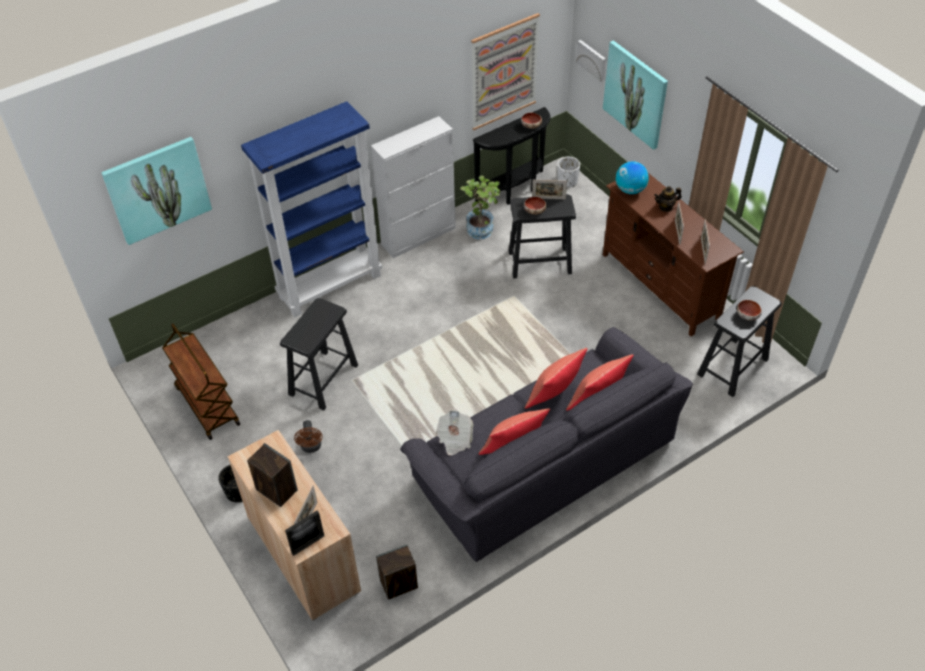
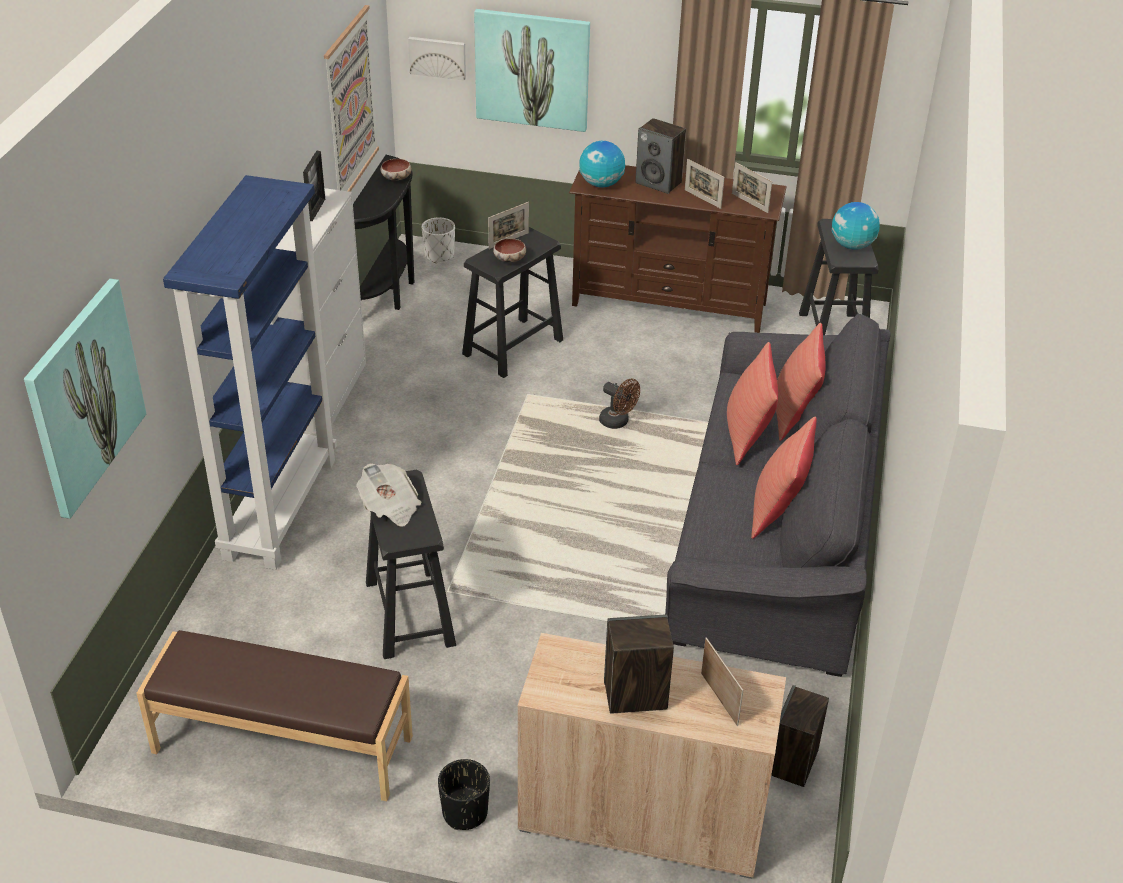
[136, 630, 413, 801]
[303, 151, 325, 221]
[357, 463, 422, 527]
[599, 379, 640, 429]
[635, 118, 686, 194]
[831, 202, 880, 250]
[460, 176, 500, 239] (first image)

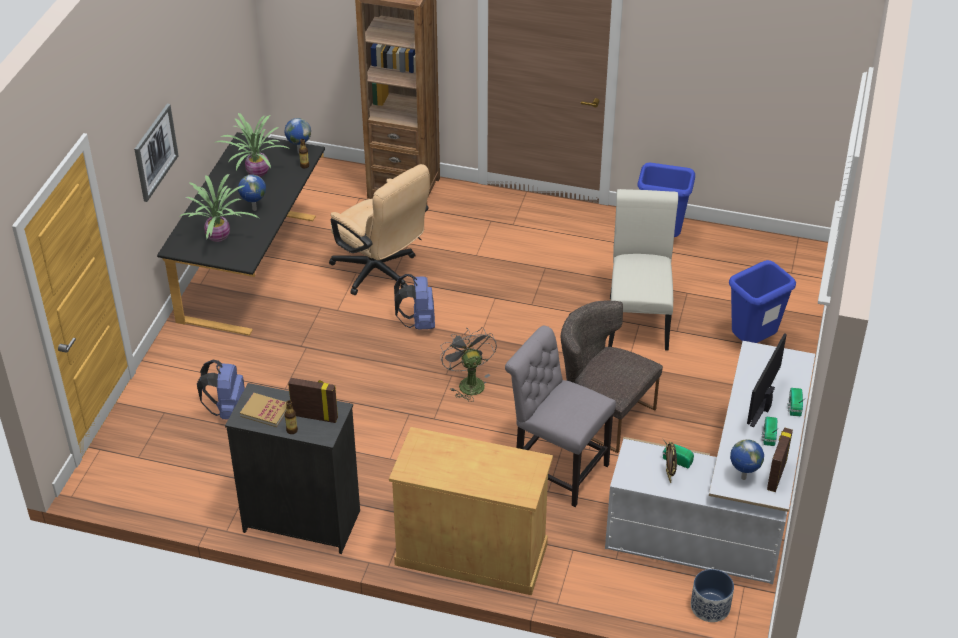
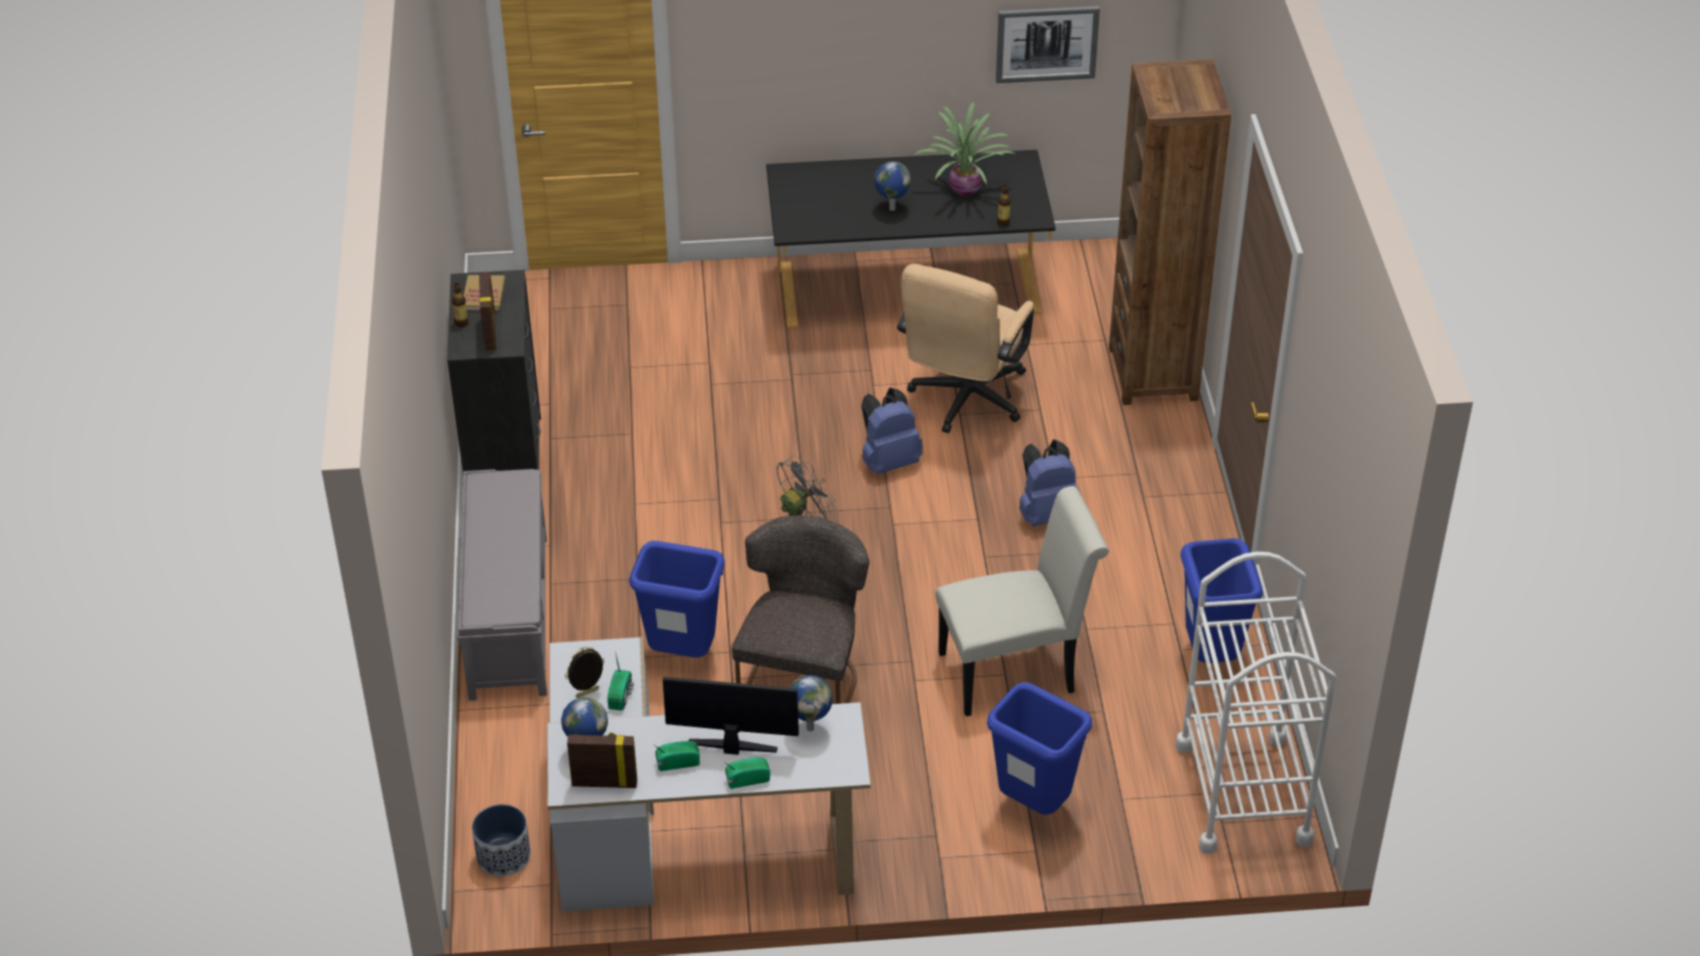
[457, 469, 547, 701]
[629, 541, 725, 658]
[789, 675, 833, 731]
[996, 6, 1100, 83]
[1019, 439, 1081, 526]
[1175, 552, 1336, 854]
[179, 174, 259, 242] (first image)

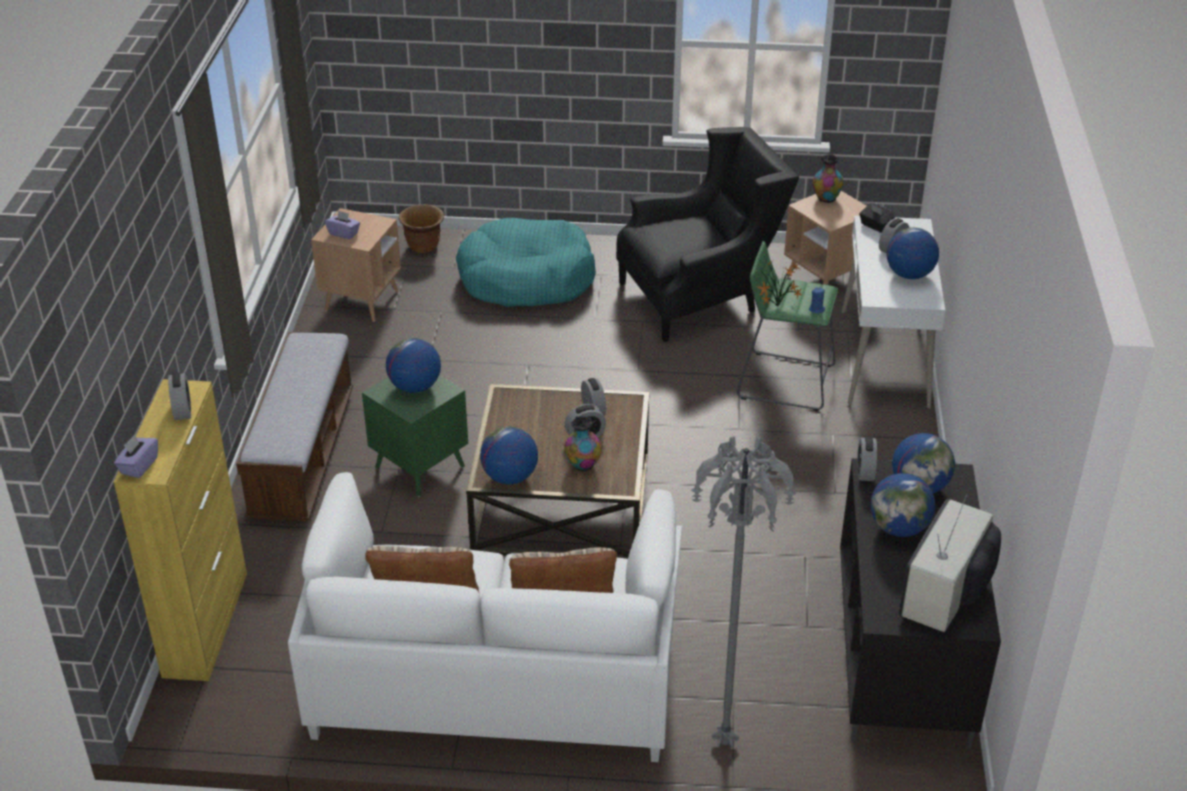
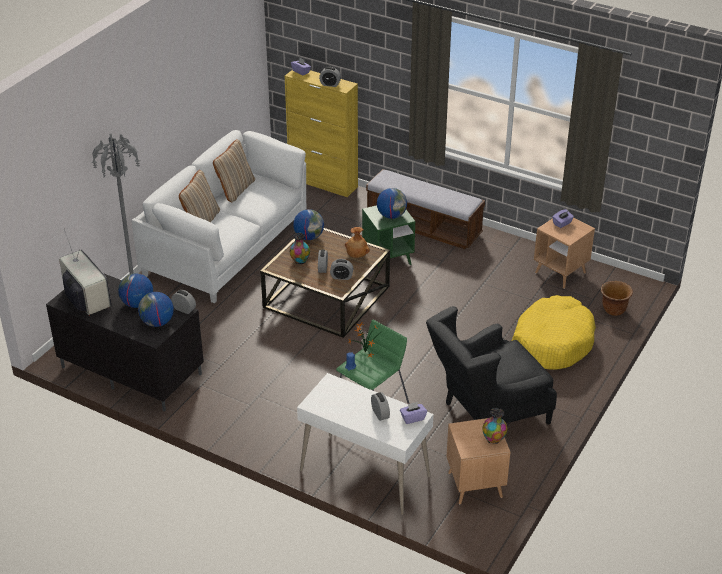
[345, 227, 370, 258]
[400, 402, 427, 424]
[426, 306, 557, 425]
[512, 295, 596, 370]
[887, 227, 939, 279] (first image)

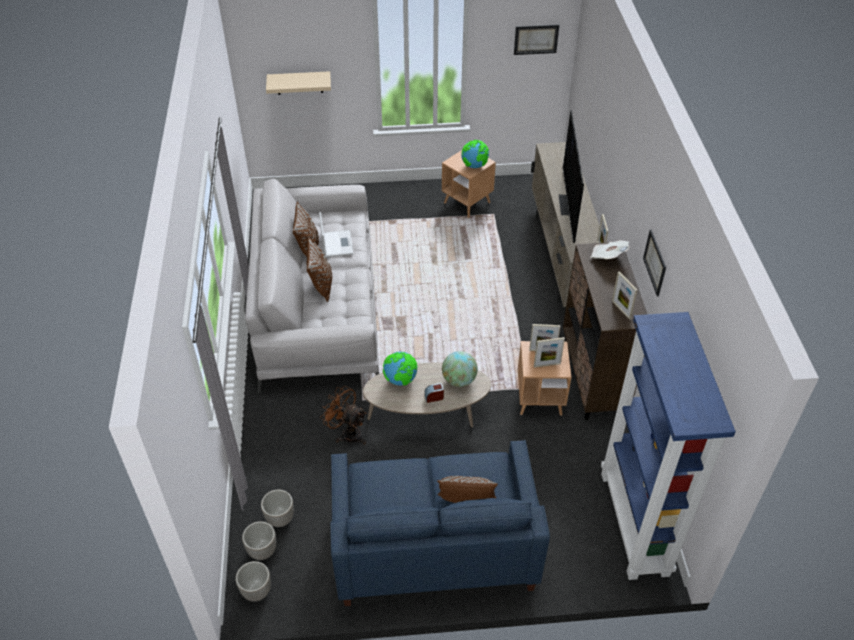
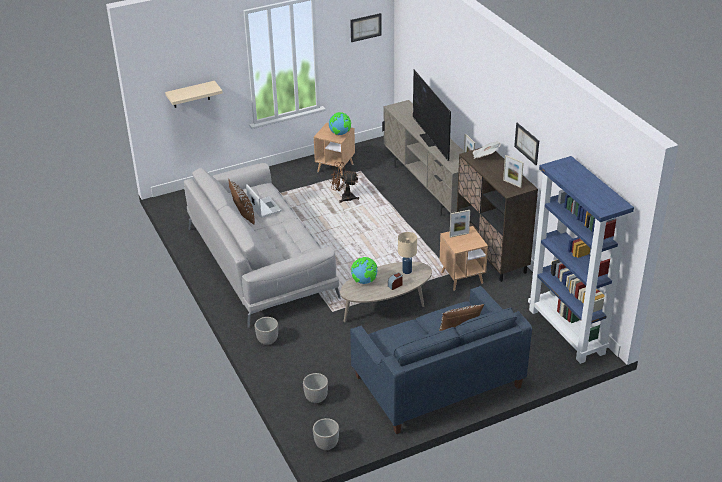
[255, 317, 278, 345]
[330, 162, 359, 203]
[398, 232, 417, 274]
[307, 237, 332, 302] (first image)
[534, 337, 565, 368] (first image)

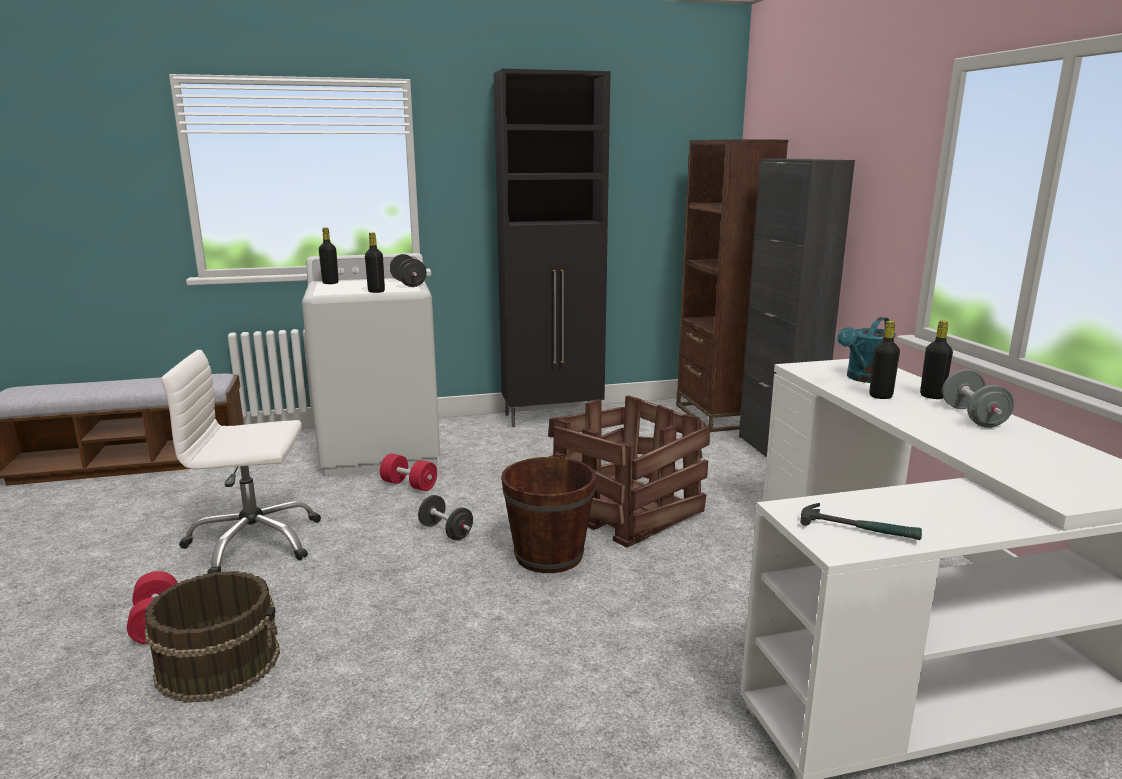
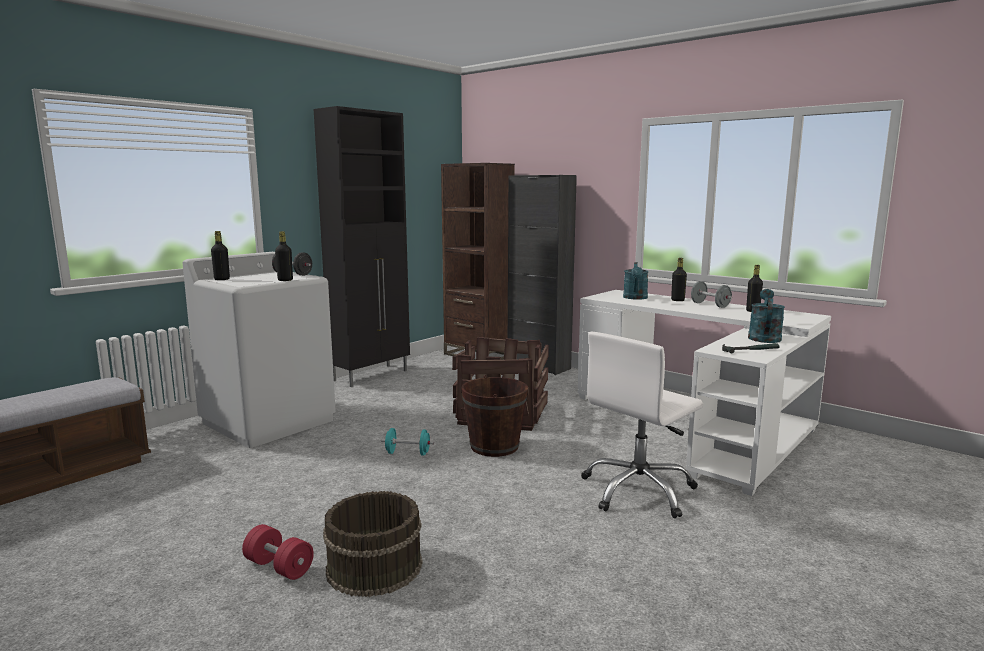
[381, 428, 434, 455]
[581, 332, 703, 518]
[746, 265, 763, 312]
[748, 289, 785, 343]
[380, 454, 437, 491] (first image)

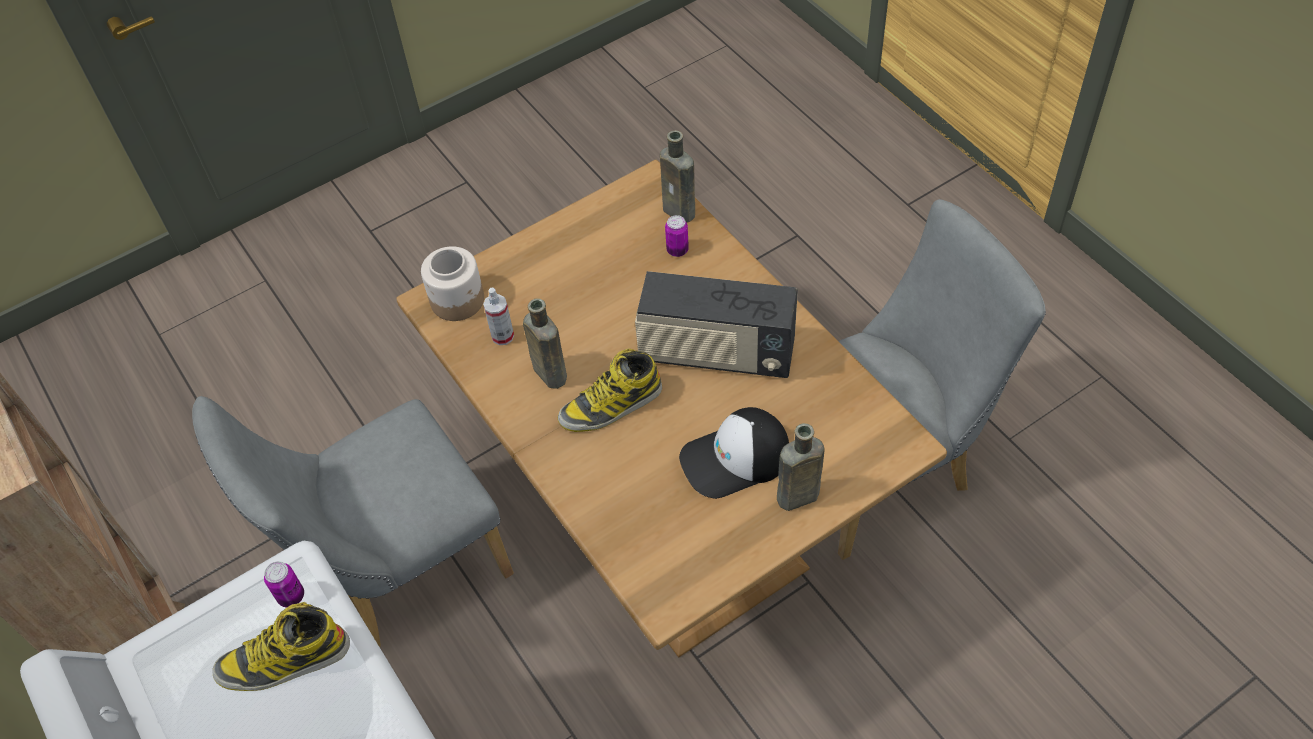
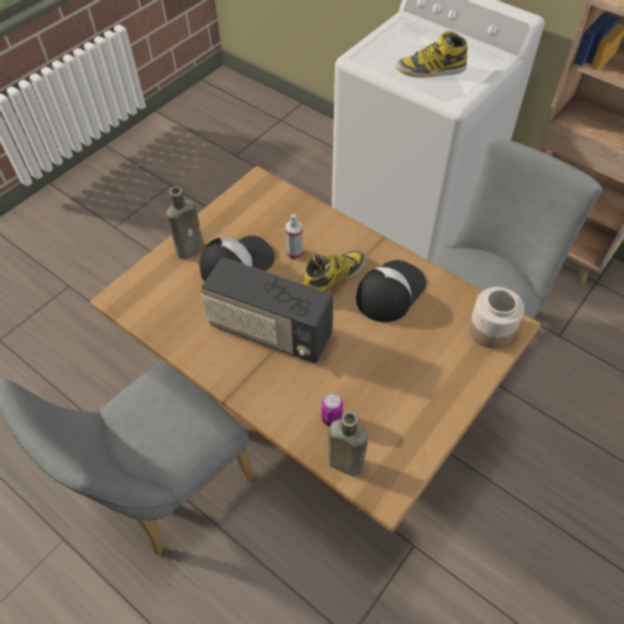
[201, 257, 334, 364]
[285, 214, 303, 260]
[356, 260, 426, 322]
[396, 31, 467, 78]
[264, 561, 304, 607] (first image)

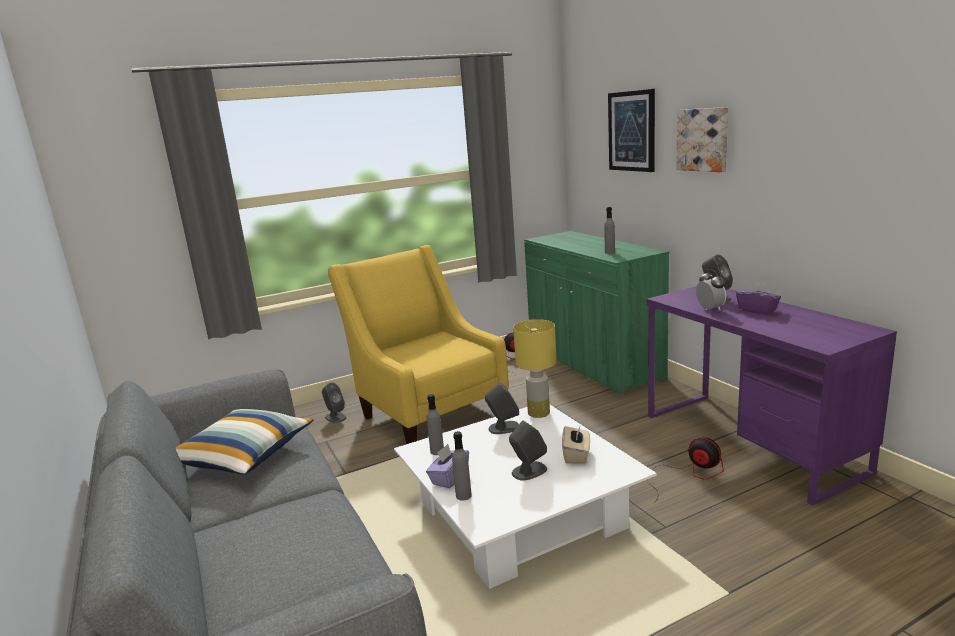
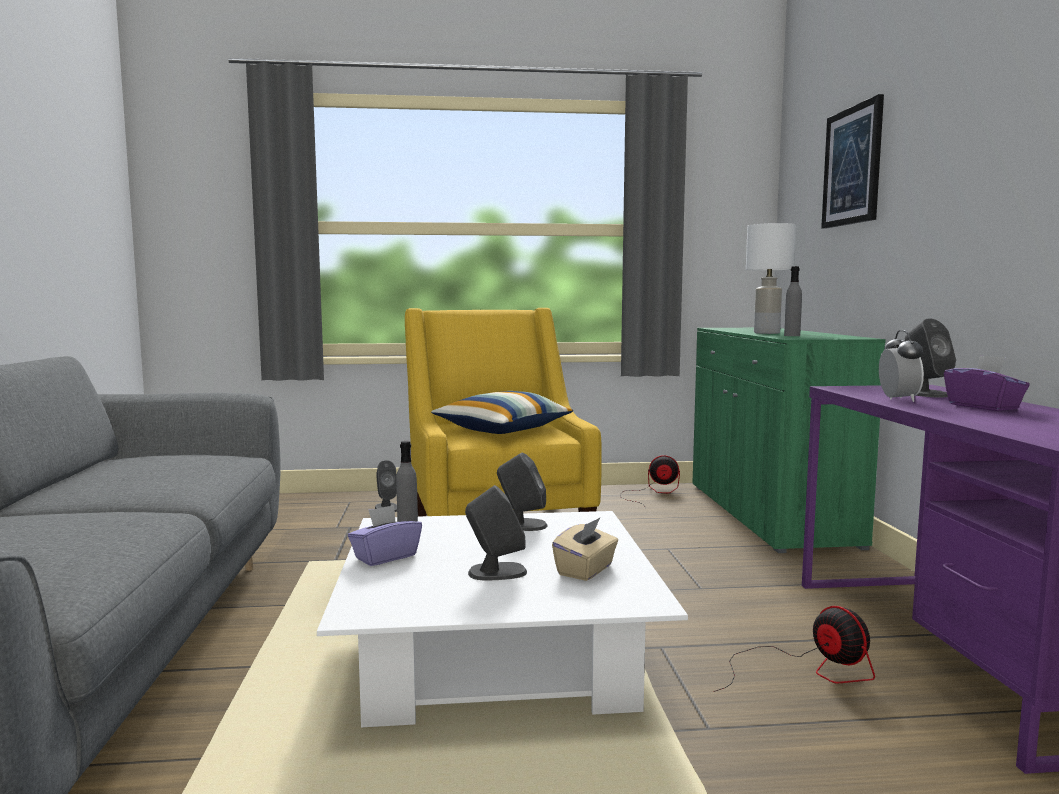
[431, 391, 573, 434]
[746, 223, 796, 334]
[452, 431, 472, 501] (first image)
[513, 319, 557, 418] (first image)
[676, 107, 728, 172] (first image)

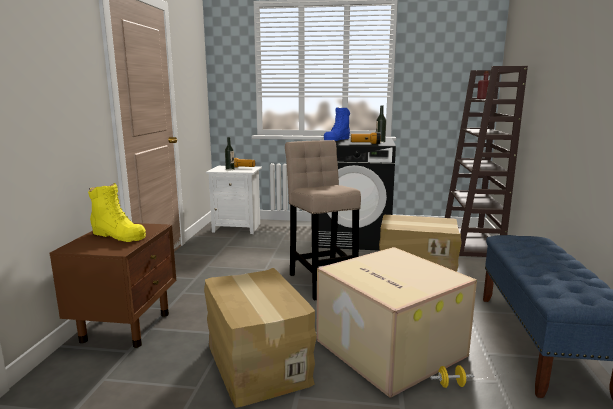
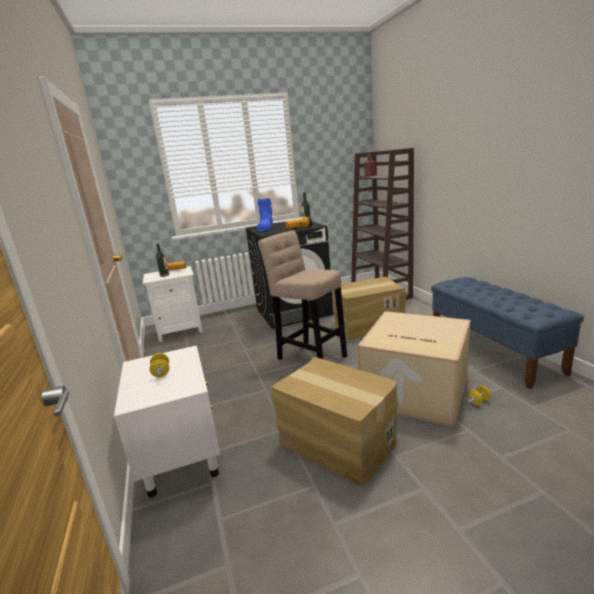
[114, 346, 220, 498]
[149, 353, 169, 377]

